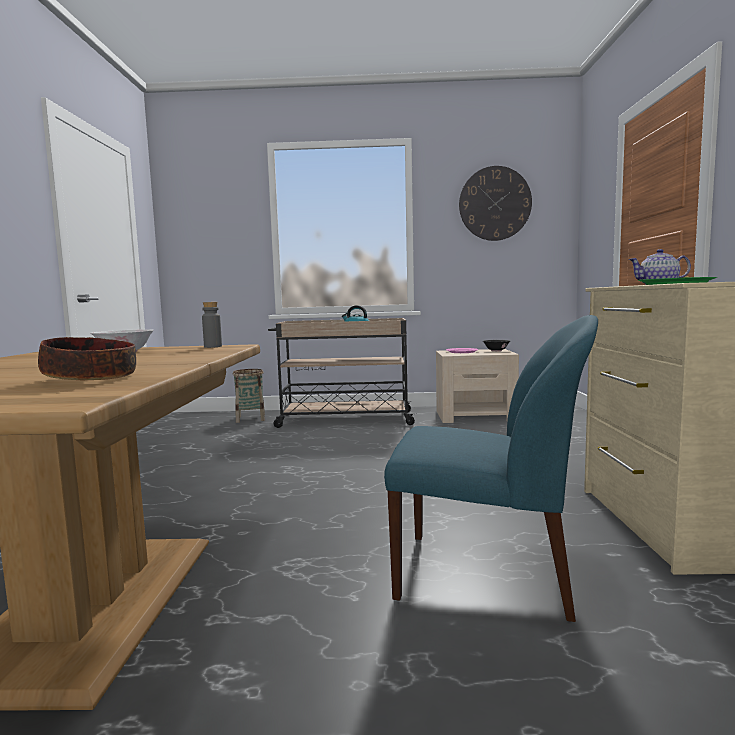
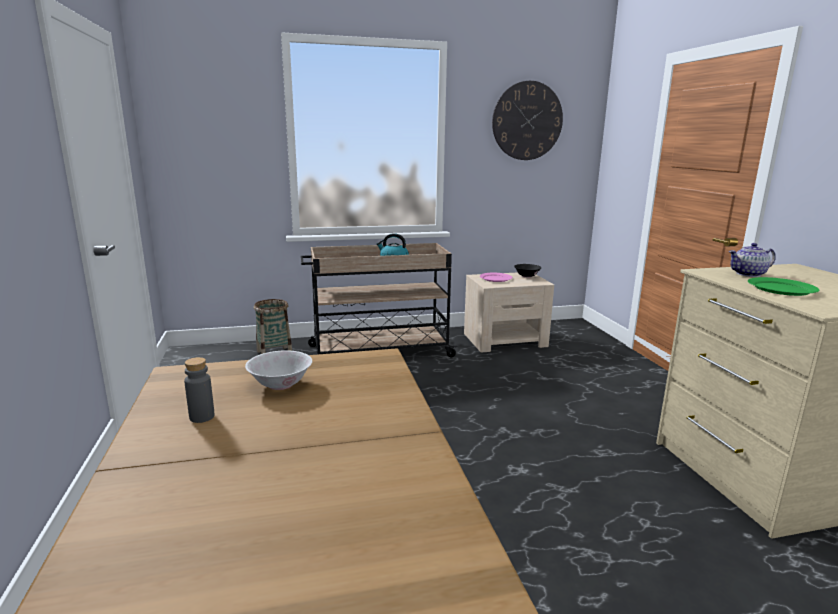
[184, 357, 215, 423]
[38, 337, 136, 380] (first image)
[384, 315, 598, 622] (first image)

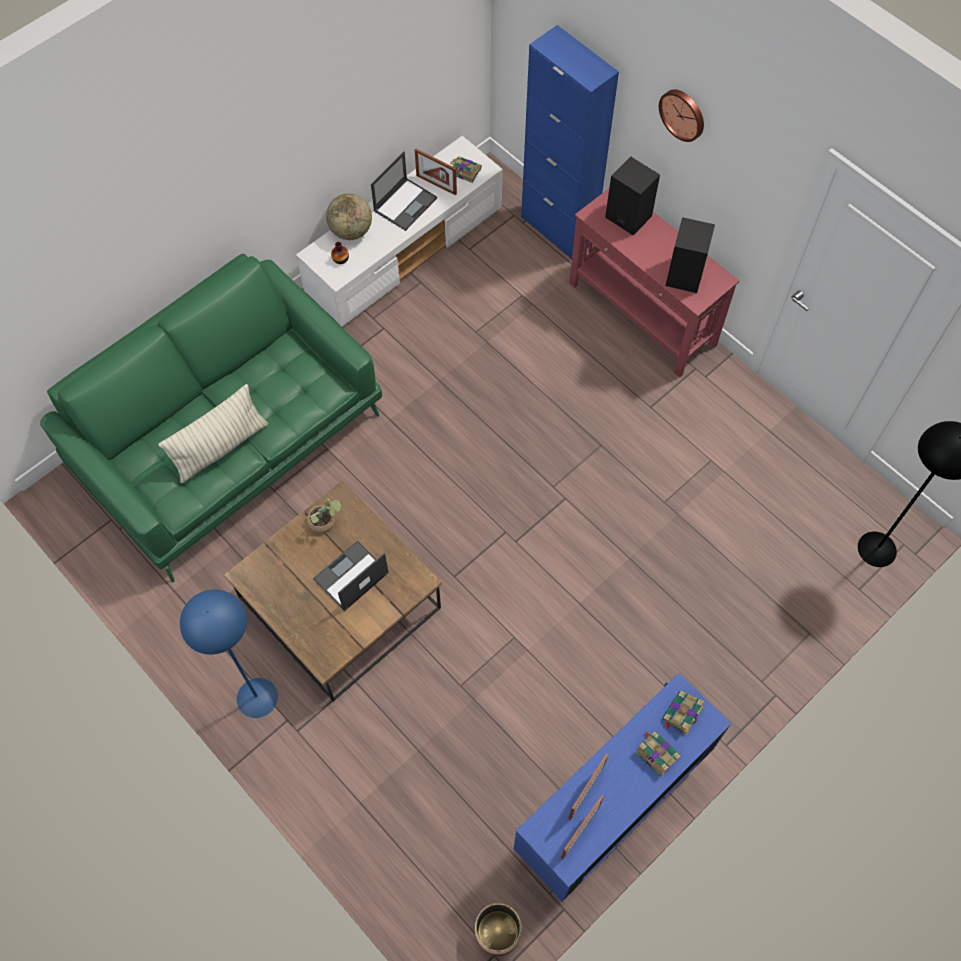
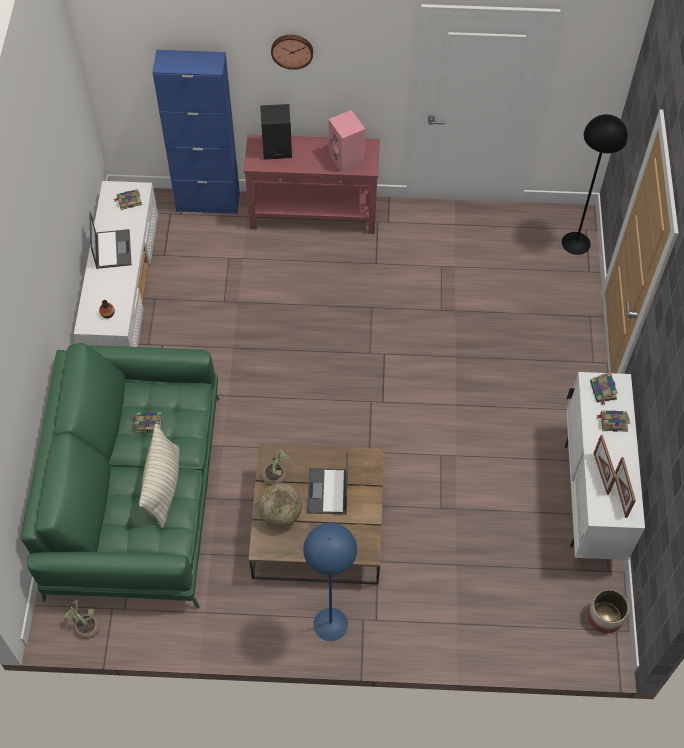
[65, 599, 99, 639]
[132, 412, 162, 433]
[258, 483, 302, 527]
[329, 110, 365, 173]
[565, 372, 645, 560]
[415, 149, 457, 195] (first image)

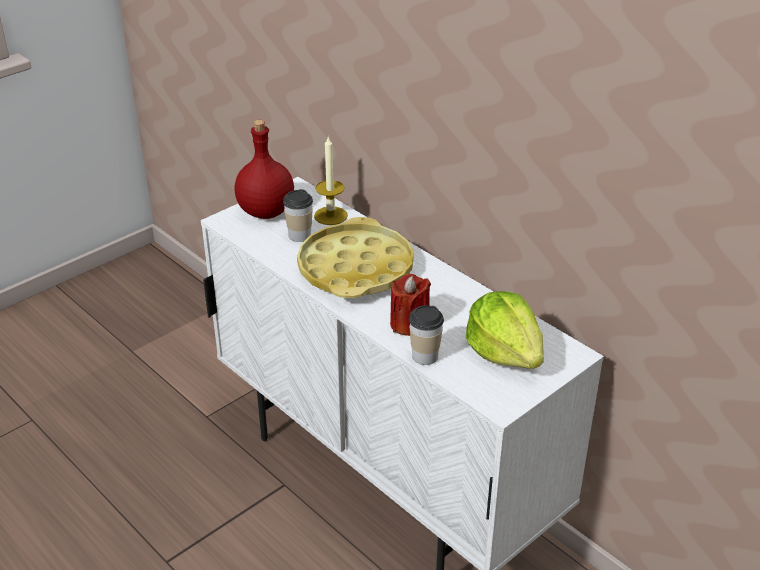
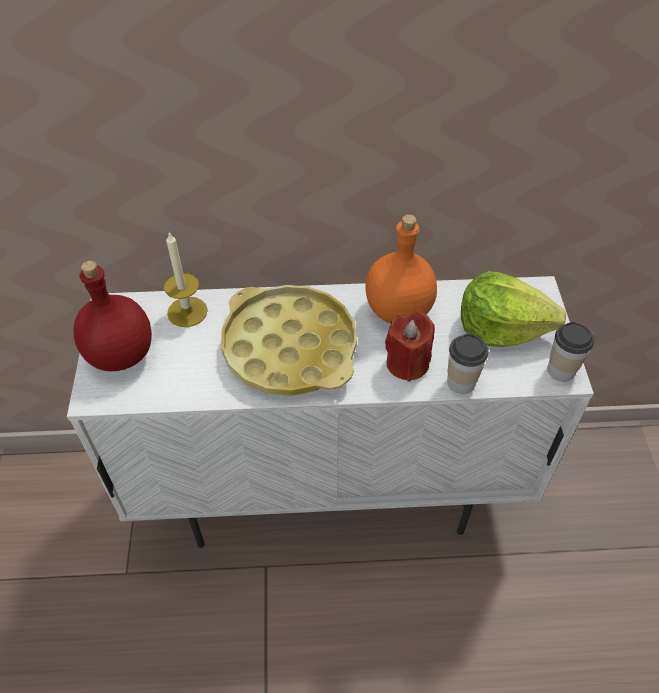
[366, 214, 437, 323]
[547, 322, 594, 381]

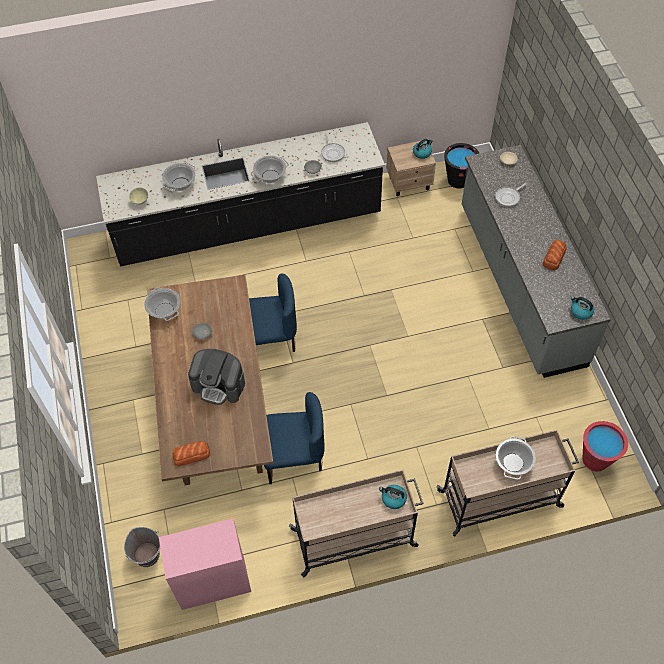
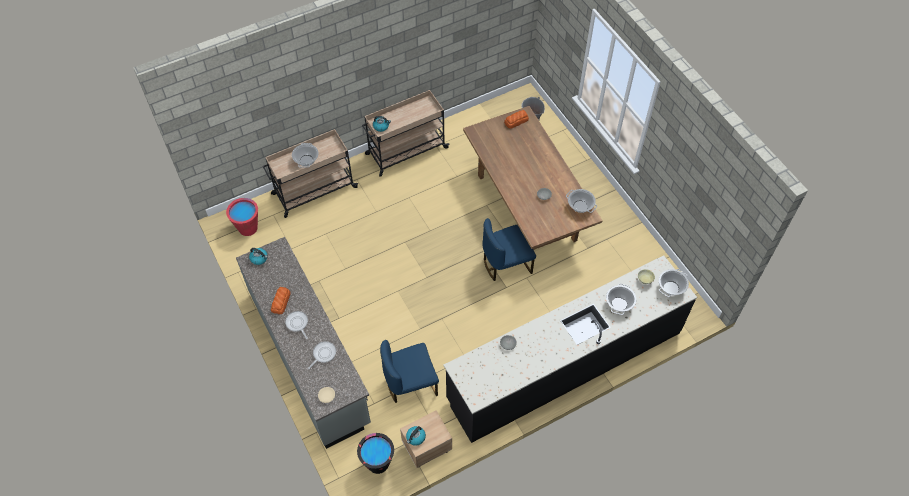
[285, 311, 308, 339]
[380, 340, 439, 403]
[659, 269, 689, 297]
[159, 519, 251, 610] (first image)
[188, 349, 245, 405] (first image)

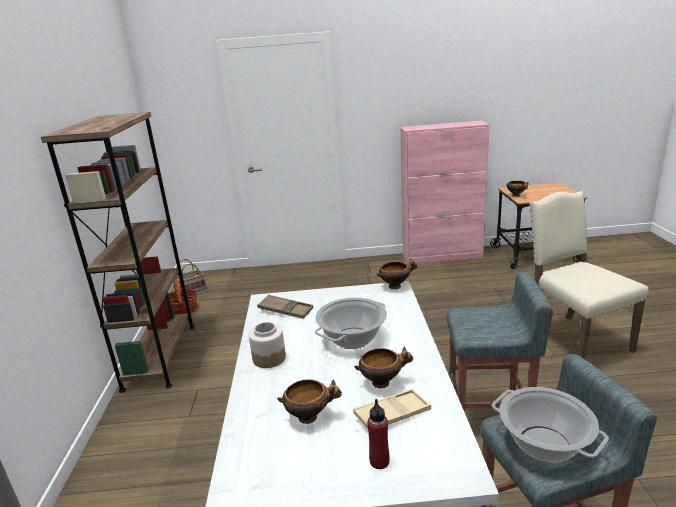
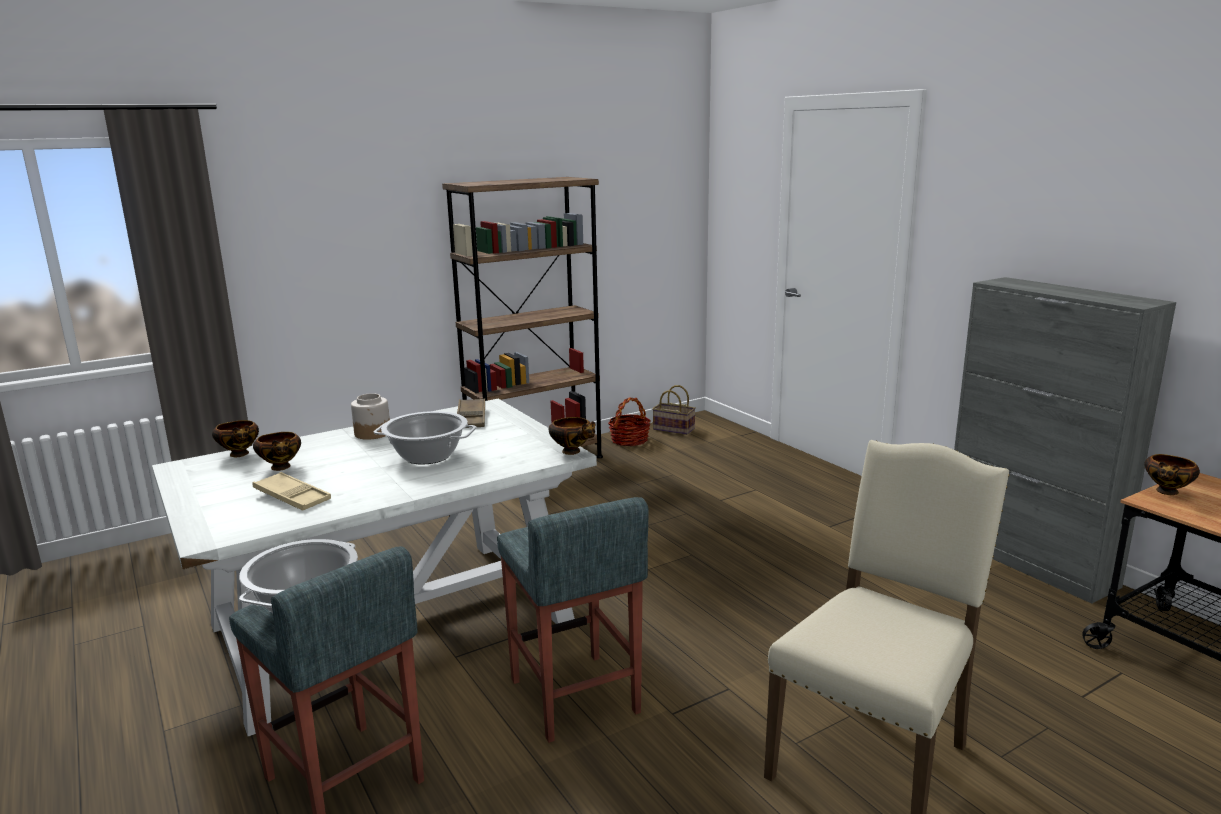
[212, 420, 259, 457]
[954, 277, 1176, 604]
[367, 399, 390, 469] (first image)

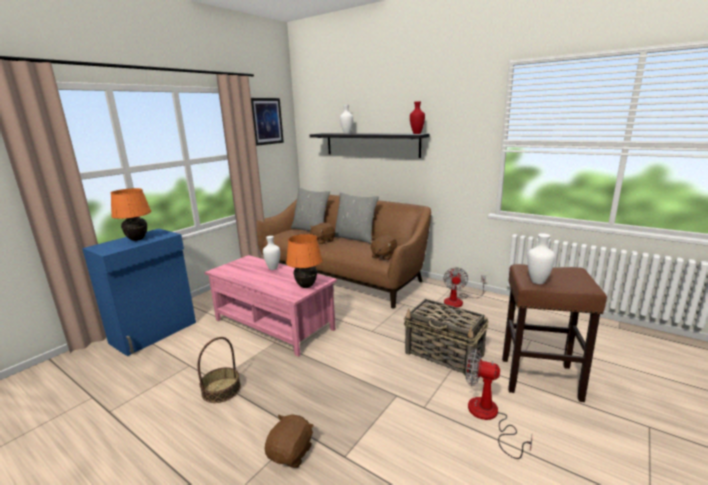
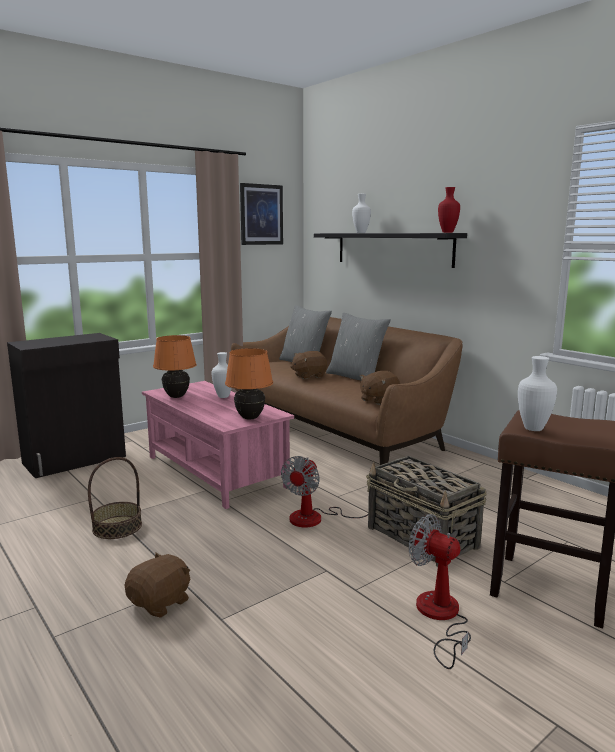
[7, 333, 126, 478]
[153, 335, 197, 398]
[281, 456, 368, 527]

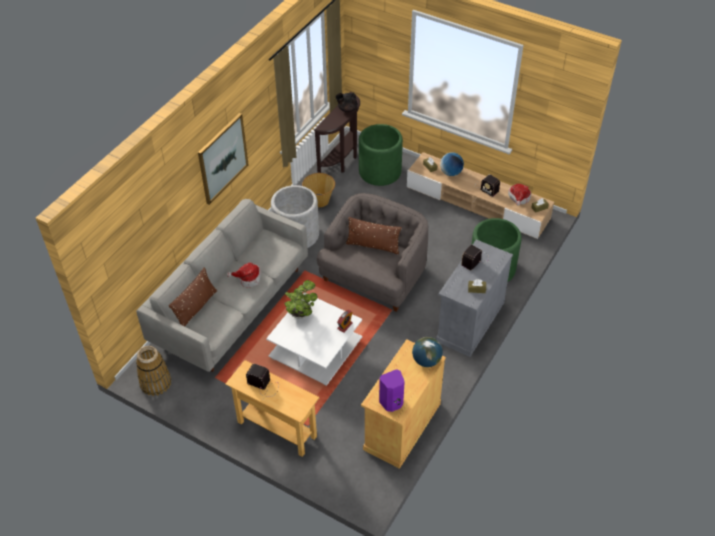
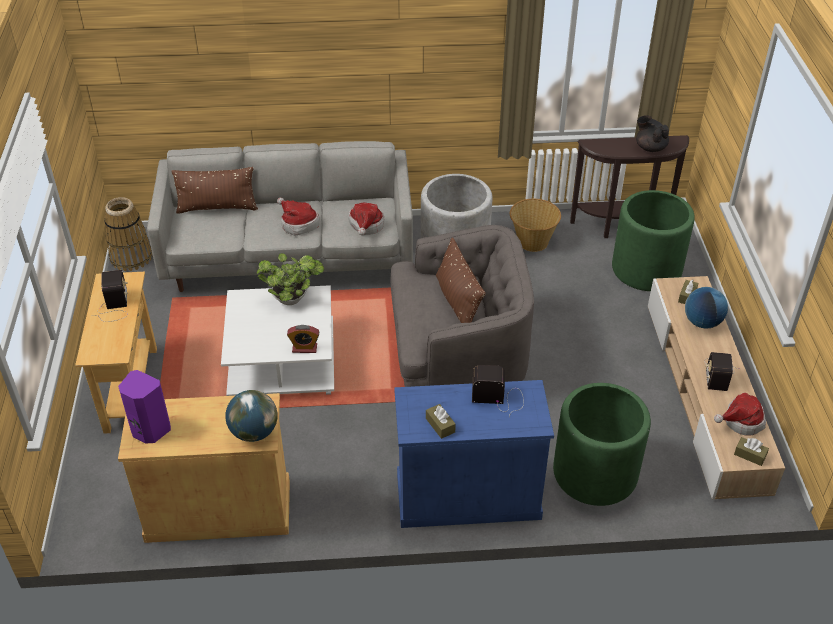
[348, 203, 384, 235]
[394, 380, 554, 528]
[198, 113, 249, 205] (first image)

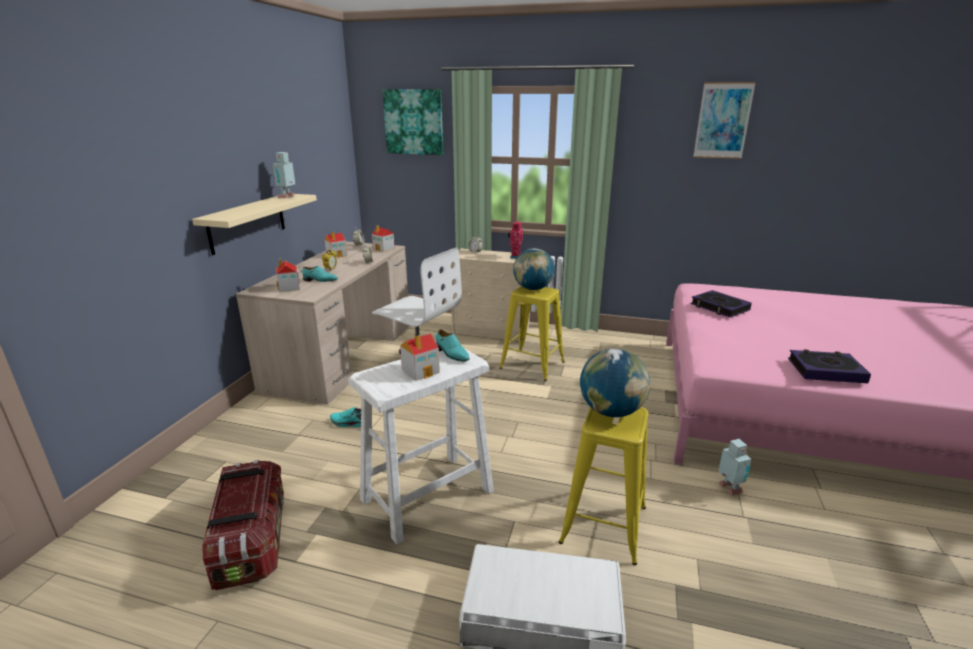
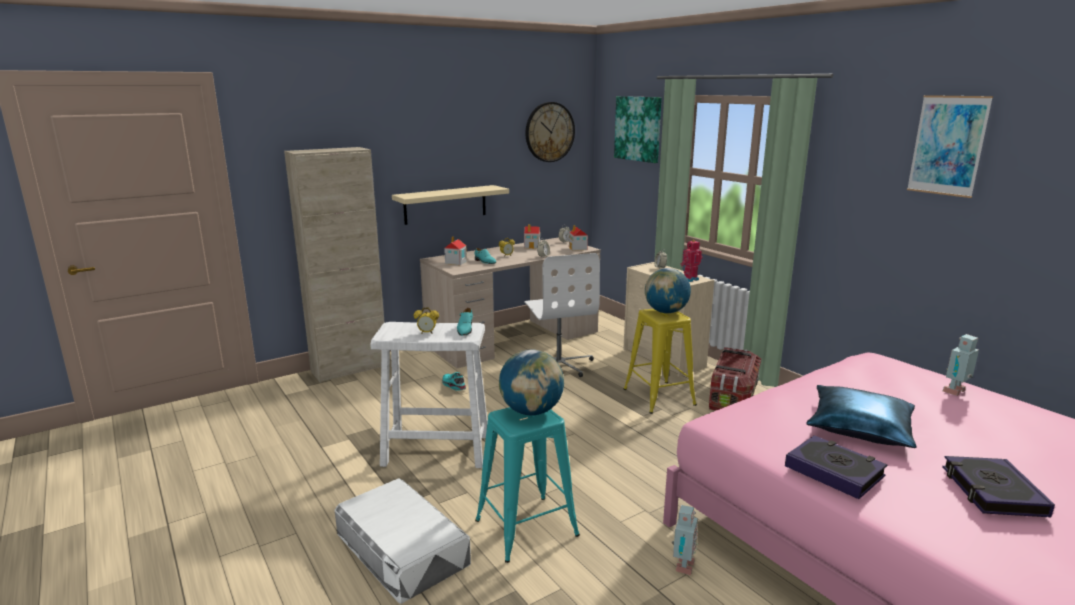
[284, 147, 385, 383]
[414, 308, 439, 334]
[475, 407, 580, 563]
[525, 102, 575, 162]
[709, 347, 761, 411]
[806, 385, 917, 448]
[942, 456, 1055, 517]
[943, 334, 979, 396]

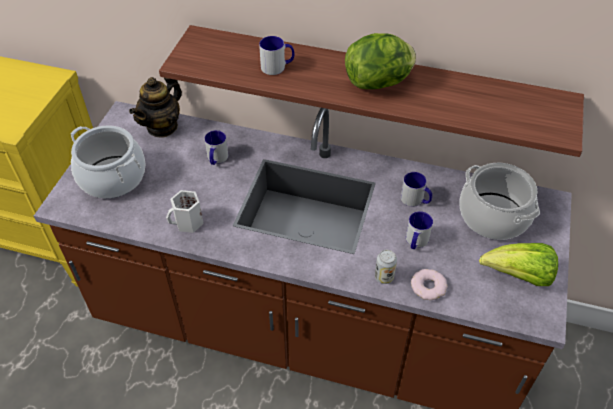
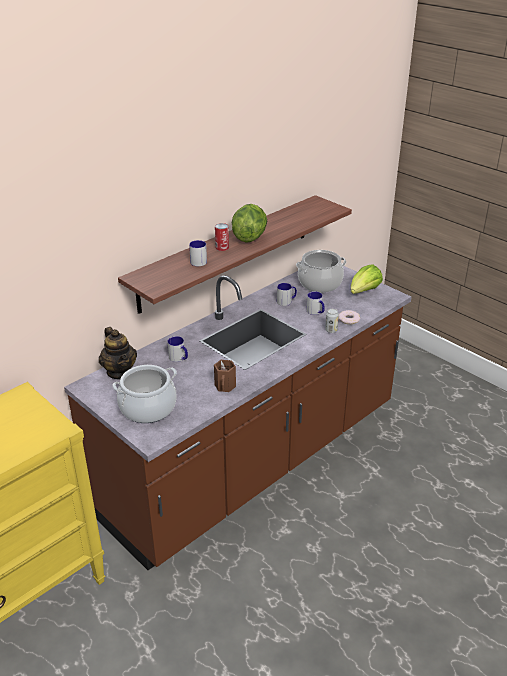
[214, 360, 236, 392]
[215, 223, 229, 251]

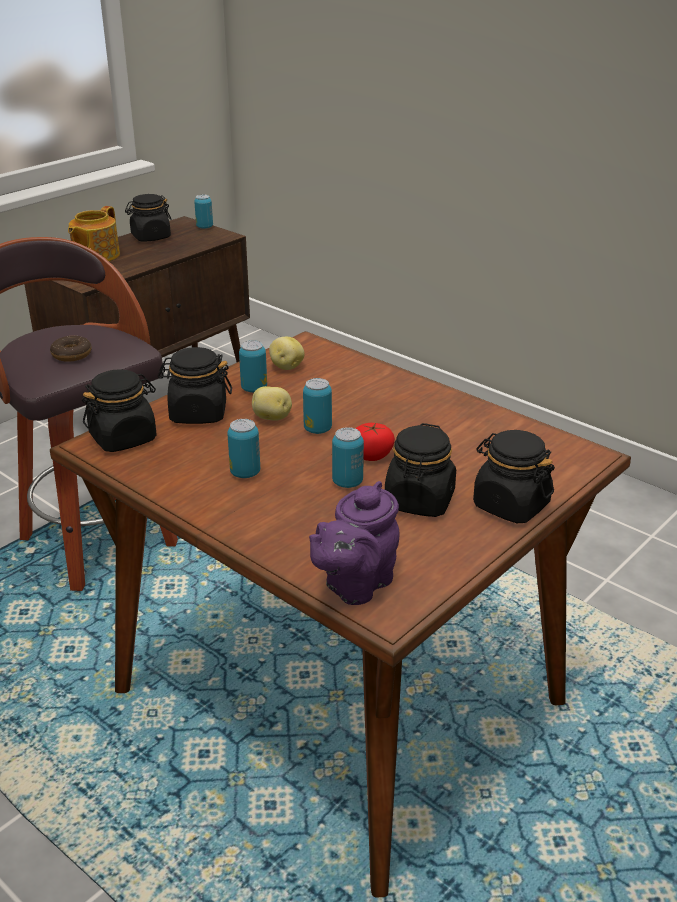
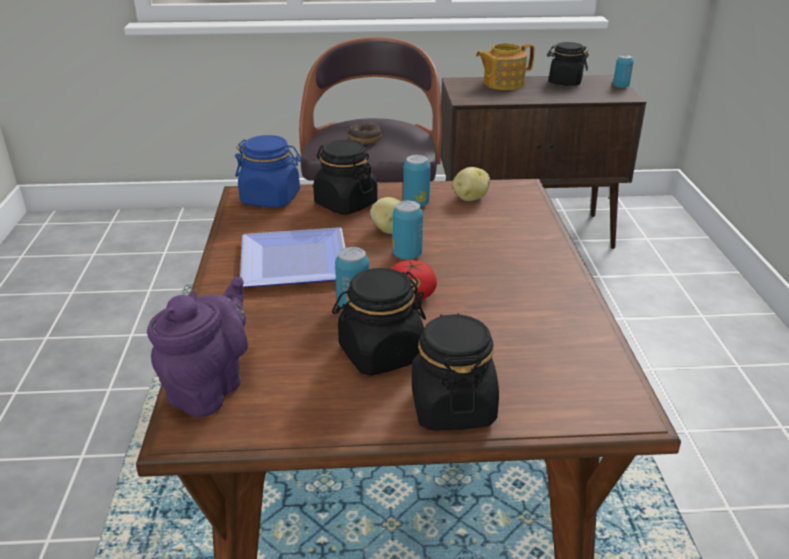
[147, 276, 248, 418]
[235, 135, 302, 207]
[240, 227, 345, 288]

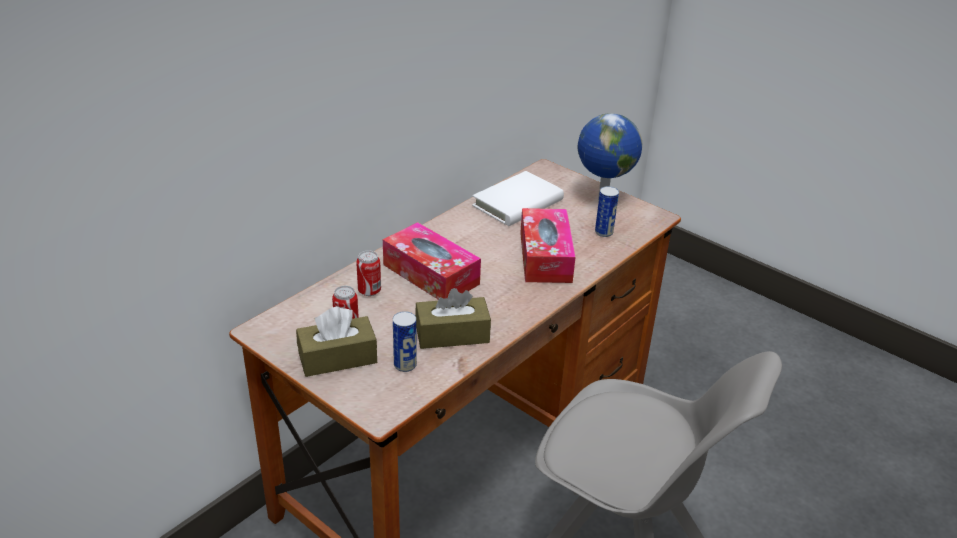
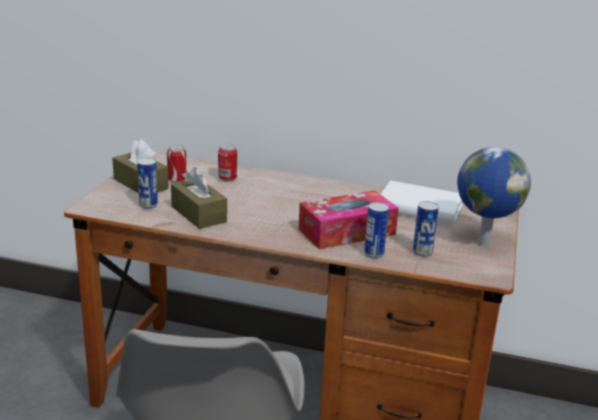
[364, 202, 389, 258]
[383, 222, 481, 300] (first image)

